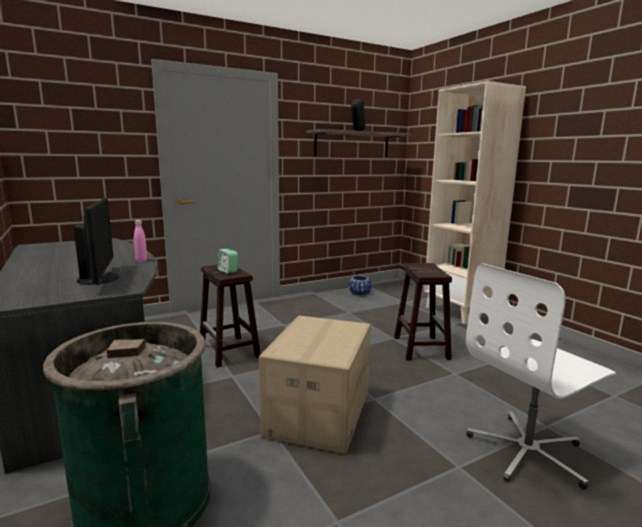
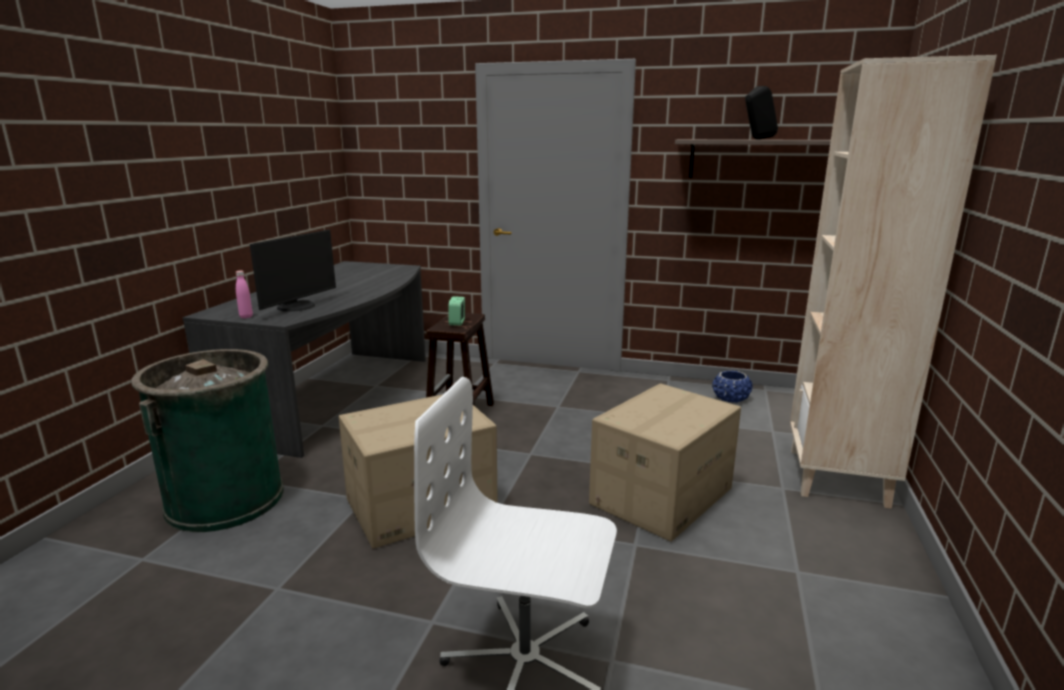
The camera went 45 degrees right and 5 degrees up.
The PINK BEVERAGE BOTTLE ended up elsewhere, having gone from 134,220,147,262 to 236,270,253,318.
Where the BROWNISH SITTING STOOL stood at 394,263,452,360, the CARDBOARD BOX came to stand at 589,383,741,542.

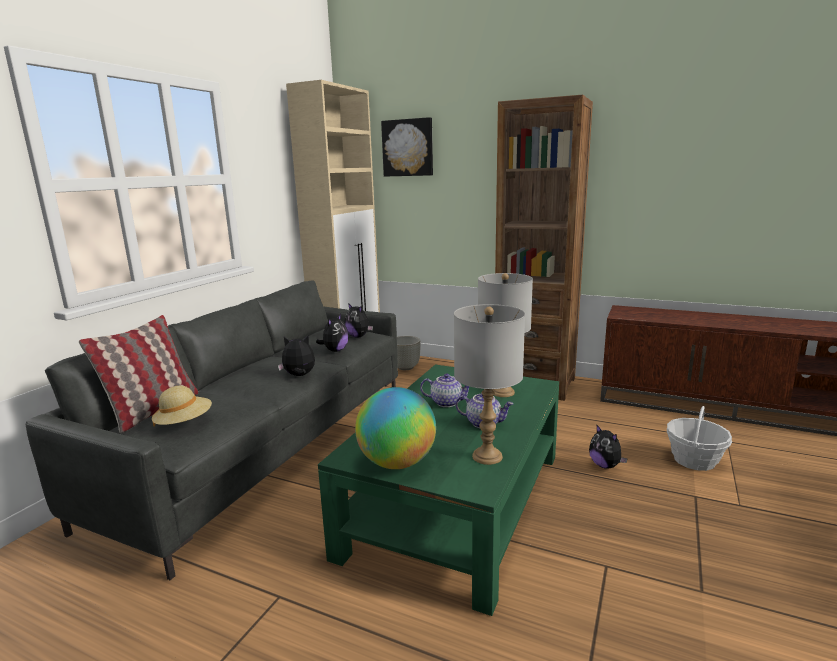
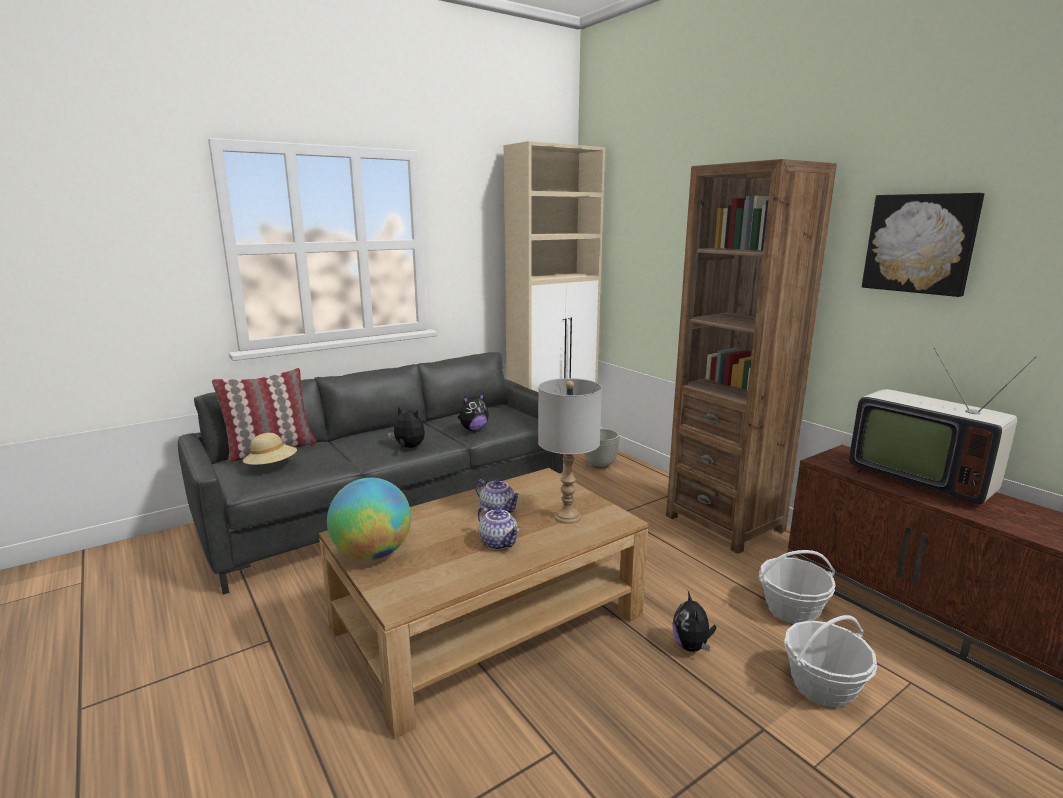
The camera went 30 degrees right and 0 degrees up.
The second view lost the CUDDLY TOY at 344,303,373,338.
The second view lost the GRAY LAMP FOR A TABLE at 454,304,525,465.
The second view gained the HOUSEHOLD BASKET at 758,550,836,624.
The second view gained the TV SET at 849,348,1036,508.
The WALL PICTURE ended up elsewhere, having gone from 381,117,433,177 to 862,193,984,297.
What was the GREEN LOUNGE TABLE at 318,365,559,616 turned into the BROWNISH LOUNGE TABLE at 319,468,648,739.

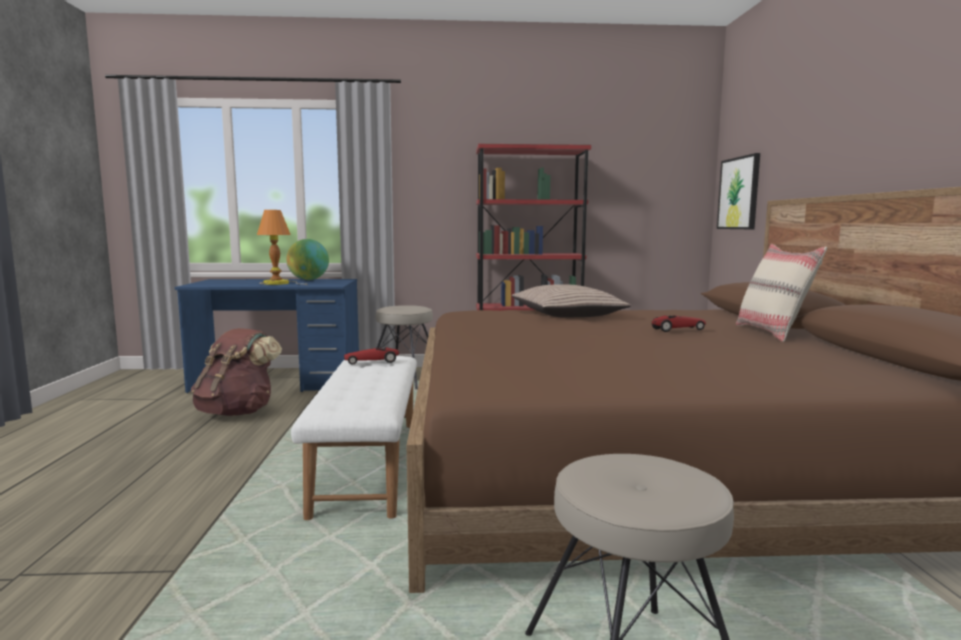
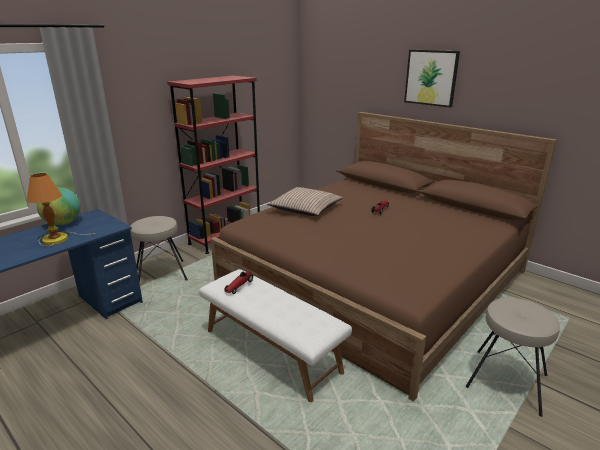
The camera went 45 degrees left and 15 degrees up.
The second view lost the BROWNISH BACKPACK at 191,328,282,416.
The second view lost the BEIGE-COLOURED PILLOW at 736,244,827,342.
The WALL PICTURE ended up elsewhere, having gone from 717,153,760,229 to 404,50,460,108.

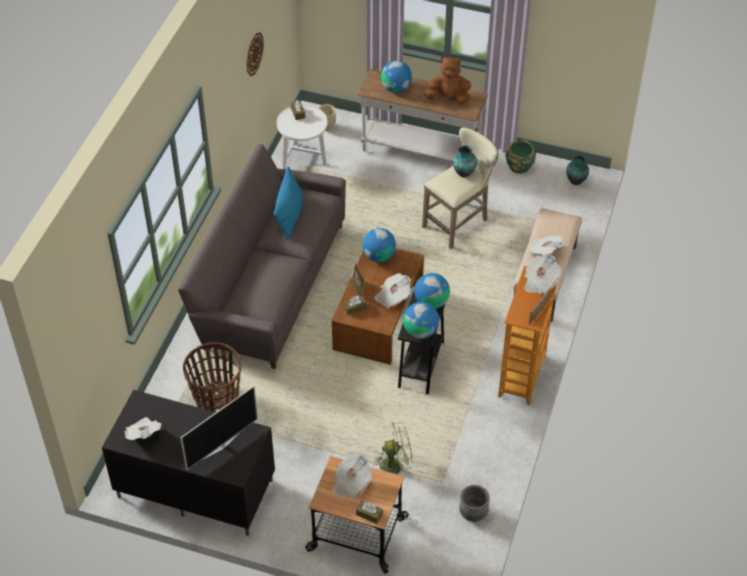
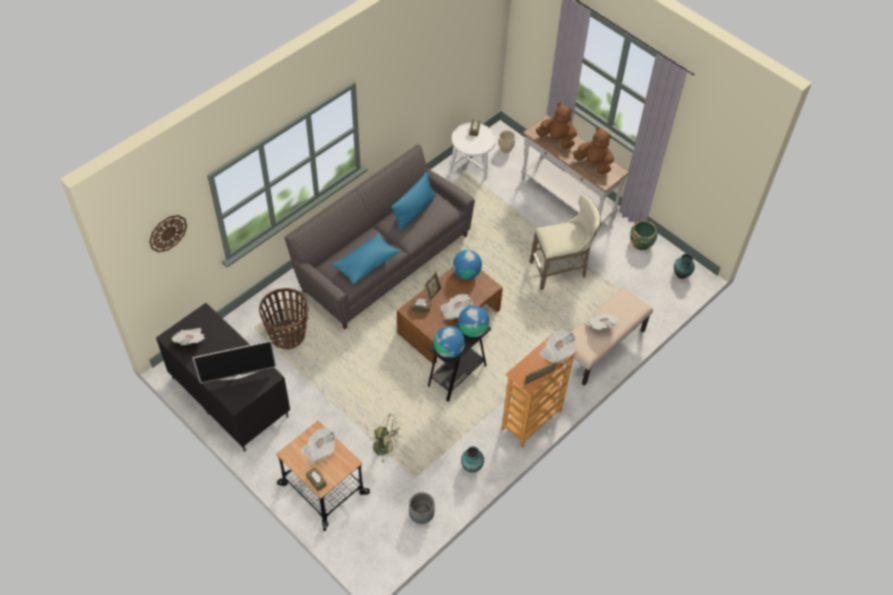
The camera went 25 degrees right and 5 degrees up.
The second view gained the BLUE-COLOURED PILLOW at 333,233,400,285.
The WALL CLOCK ended up elsewhere, having gone from 247,32,264,76 to 149,215,187,252.
The VASE ended up elsewhere, having gone from 453,145,477,178 to 461,446,484,473.
Where the GLOBE stood at 381,61,412,93, the BROWNISH CUDDLY TOY came to stand at 536,103,577,149.

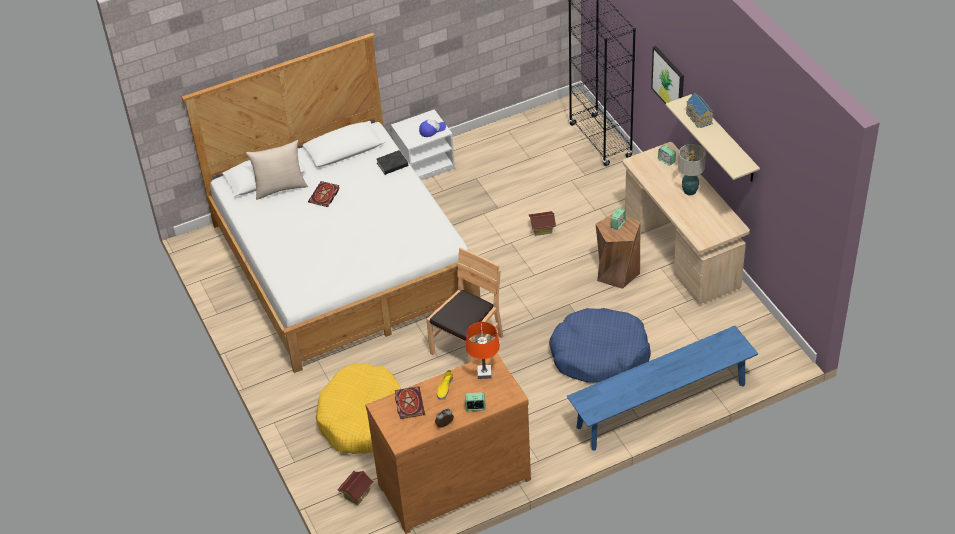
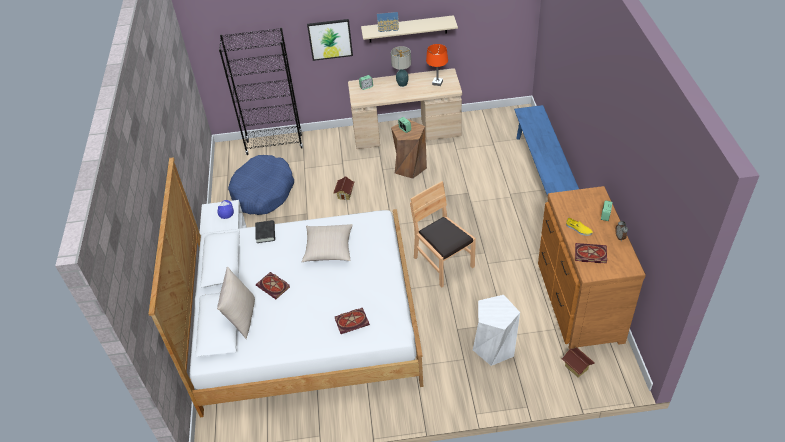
The camera went 70 degrees left and 0 degrees up.
The second view gained the BEIGE-COLOURED PILLOW at 302,224,353,262.
The second view gained the BOUND BOOK at 335,308,370,334.
The ORANGE-COLOURED LAMP FOR A TABLE ended up elsewhere, having gone from 466,322,500,379 to 426,44,448,86.
The BLUE-COLOURED DOG BED ended up elsewhere, having gone from 549,308,651,383 to 228,155,294,215.
Where the YELLOWISH DOG BED stood at 316,364,401,454, the WHITISH SITTING STOOL came to stand at 473,295,520,366.

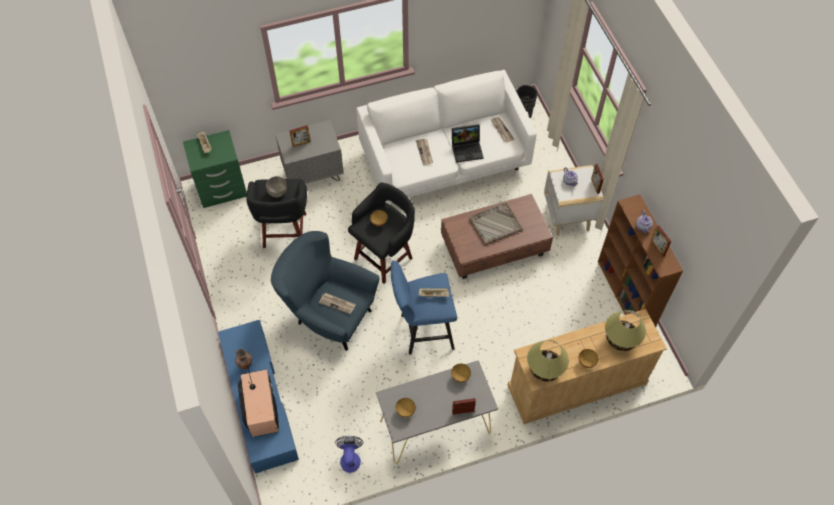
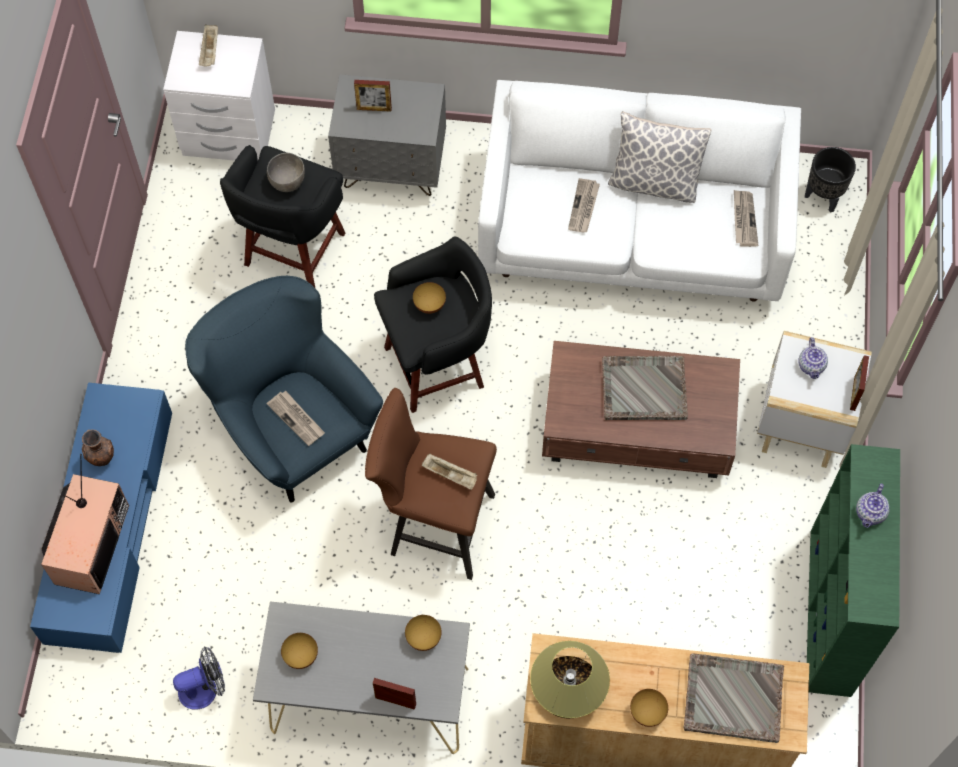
The camera went 25 degrees right and 5 degrees up.
The second view lost the NOTEBOOK COMPUTER at 452,124,484,163.
The second view lost the PHOTO FRAME at 651,225,671,257.
The second view gained the PILLOW at 608,111,711,203.
Where the LAMP FOR A TABLE stood at 605,310,646,351, the GRAY CARRYING TRAY came to stand at 683,653,784,743.
What was the GREEN NIGHTSTAND at 183,130,247,208 turned into the WHITISH NIGHTSTAND at 163,31,275,161.
What was the BLUE-COLOURED SITTING STOOL at 391,260,457,355 turned into the BROWNISH SITTING STOOL at 365,388,497,580.
What was the BROWNISH SHELVING UNIT at 598,194,683,327 turned into the GREEN SHELVING UNIT at 807,444,900,697.
The COOLING FAN at 335,436,364,473 ended up facing another way, 45 degrees clockwise from before.

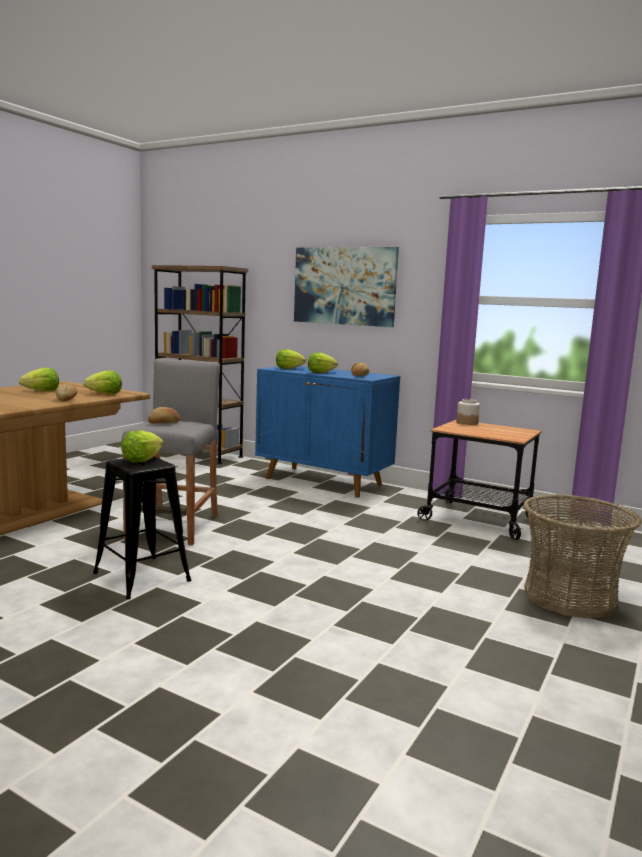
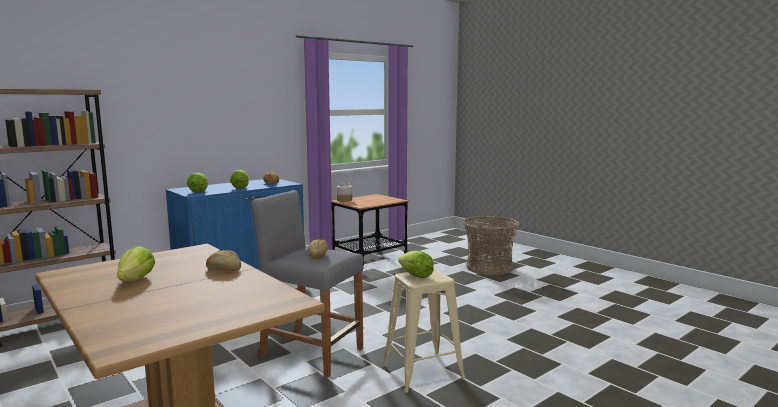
The camera went 70 degrees left and 0 degrees up.
The second view lost the LETTUCE HEAD at 83,371,122,394.
The second view lost the WALL PICTURE at 294,247,399,327.
What was the BLACK-COLOURED SITTING STOOL at 93,457,191,599 turned into the BEIGE-COLOURED SITTING STOOL at 382,269,466,393.

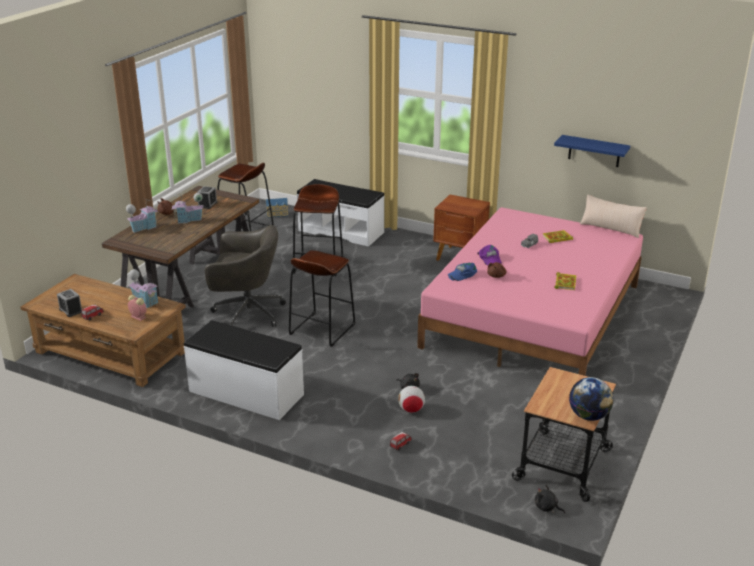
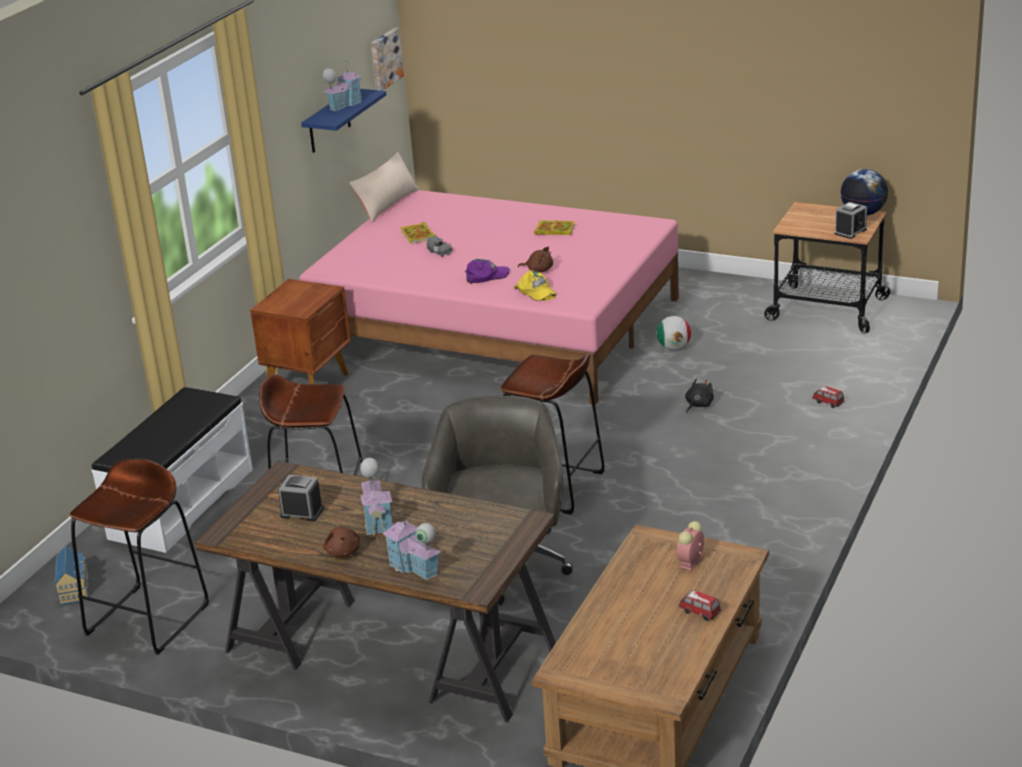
The camera went 90 degrees left and 0 degrees up.
The second view lost the WHITISH INDOOR BENCH at 184,320,304,420.
The second view lost the BLACK-COLOURED CUDDLY TOY at 535,485,565,514.
The second view gained the WALL PICTURE at 371,28,404,91.
The BEDSIDE CLOCK ended up elsewhere, having gone from 57,289,82,317 to 835,202,867,239.
The MINIATURE HOUSE ended up elsewhere, having gone from 128,269,158,308 to 322,60,362,111.
The BALL FOR FOOTBALL ended up elsewhere, having gone from 398,386,425,413 to 657,316,691,350.
What was the BLUE-COLOURED PEAKED CAP at 448,262,477,281 turned into the YELLOWISH PEAKED CAP at 514,270,557,301.

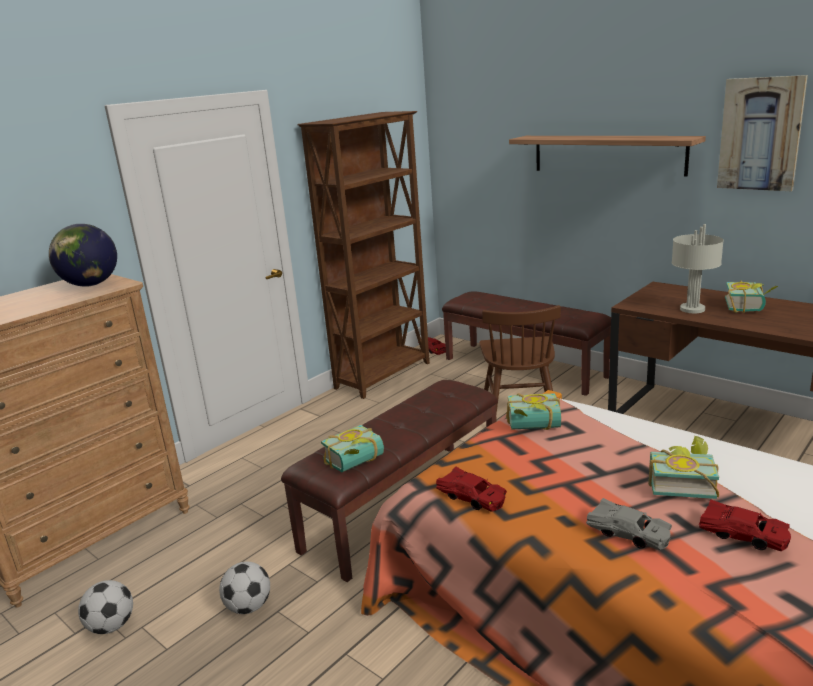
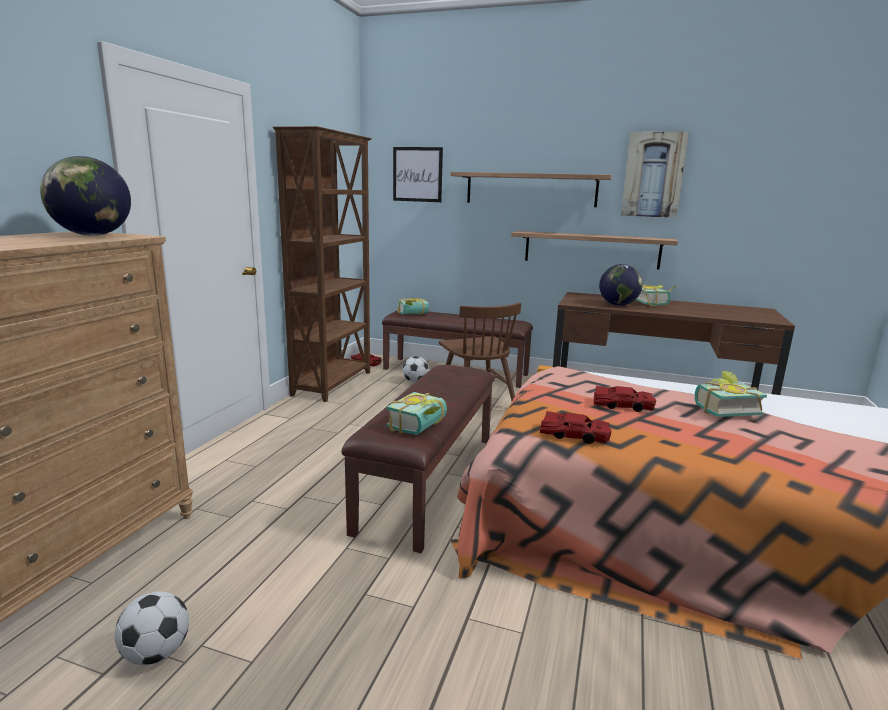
The camera went 25 degrees left and 5 degrees down.
The second view lost the GRAY TOY CAR at 586,498,672,550.
The second view gained the WALL PICTURE at 393,147,443,202.
The second view gained the BRACKET SHELF at 511,231,678,269.
The BALL FOR FOOTBALL ended up elsewhere, having gone from 219,562,270,614 to 402,356,429,383.
The BOUND BOOK ended up elsewhere, having gone from 506,393,561,430 to 397,298,429,314.
The RED TOY CAR ended up elsewhere, having gone from 699,500,791,551 to 594,386,656,412.
Where the GRAY LAMP FOR A TABLE stood at 672,224,724,313, the GLOBE came to stand at 599,264,643,306.

